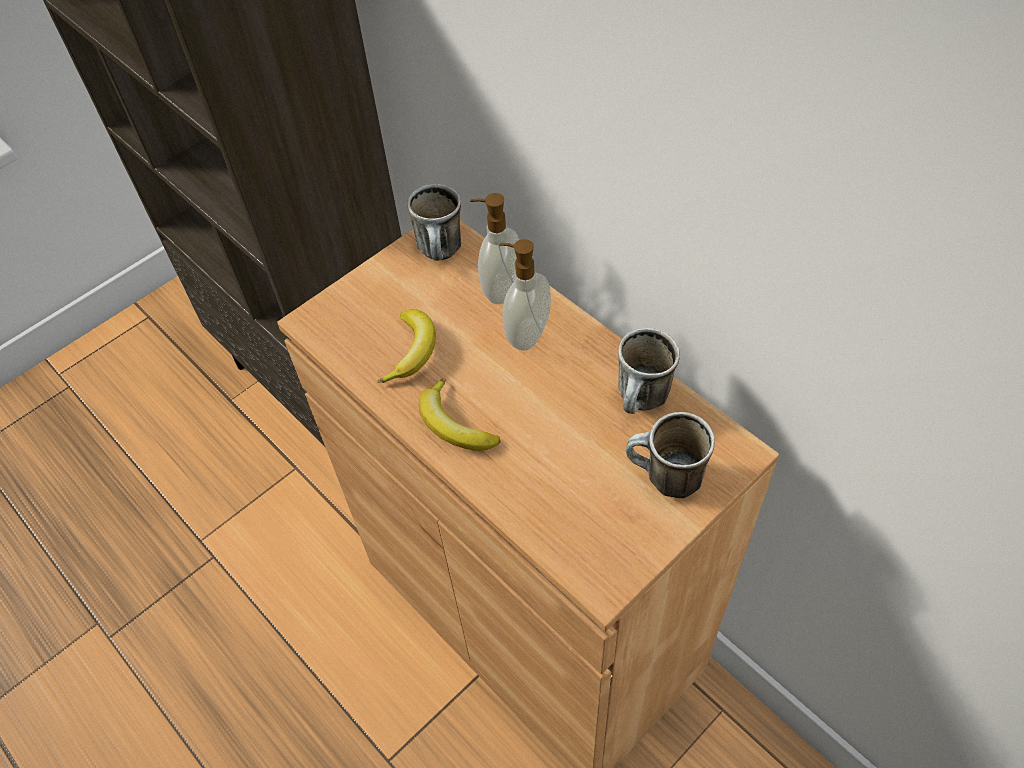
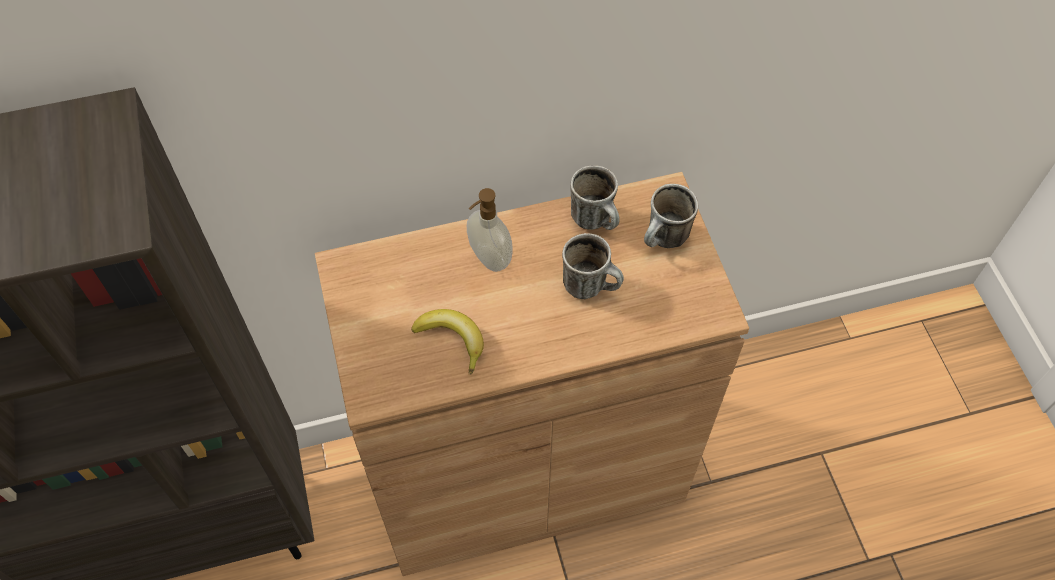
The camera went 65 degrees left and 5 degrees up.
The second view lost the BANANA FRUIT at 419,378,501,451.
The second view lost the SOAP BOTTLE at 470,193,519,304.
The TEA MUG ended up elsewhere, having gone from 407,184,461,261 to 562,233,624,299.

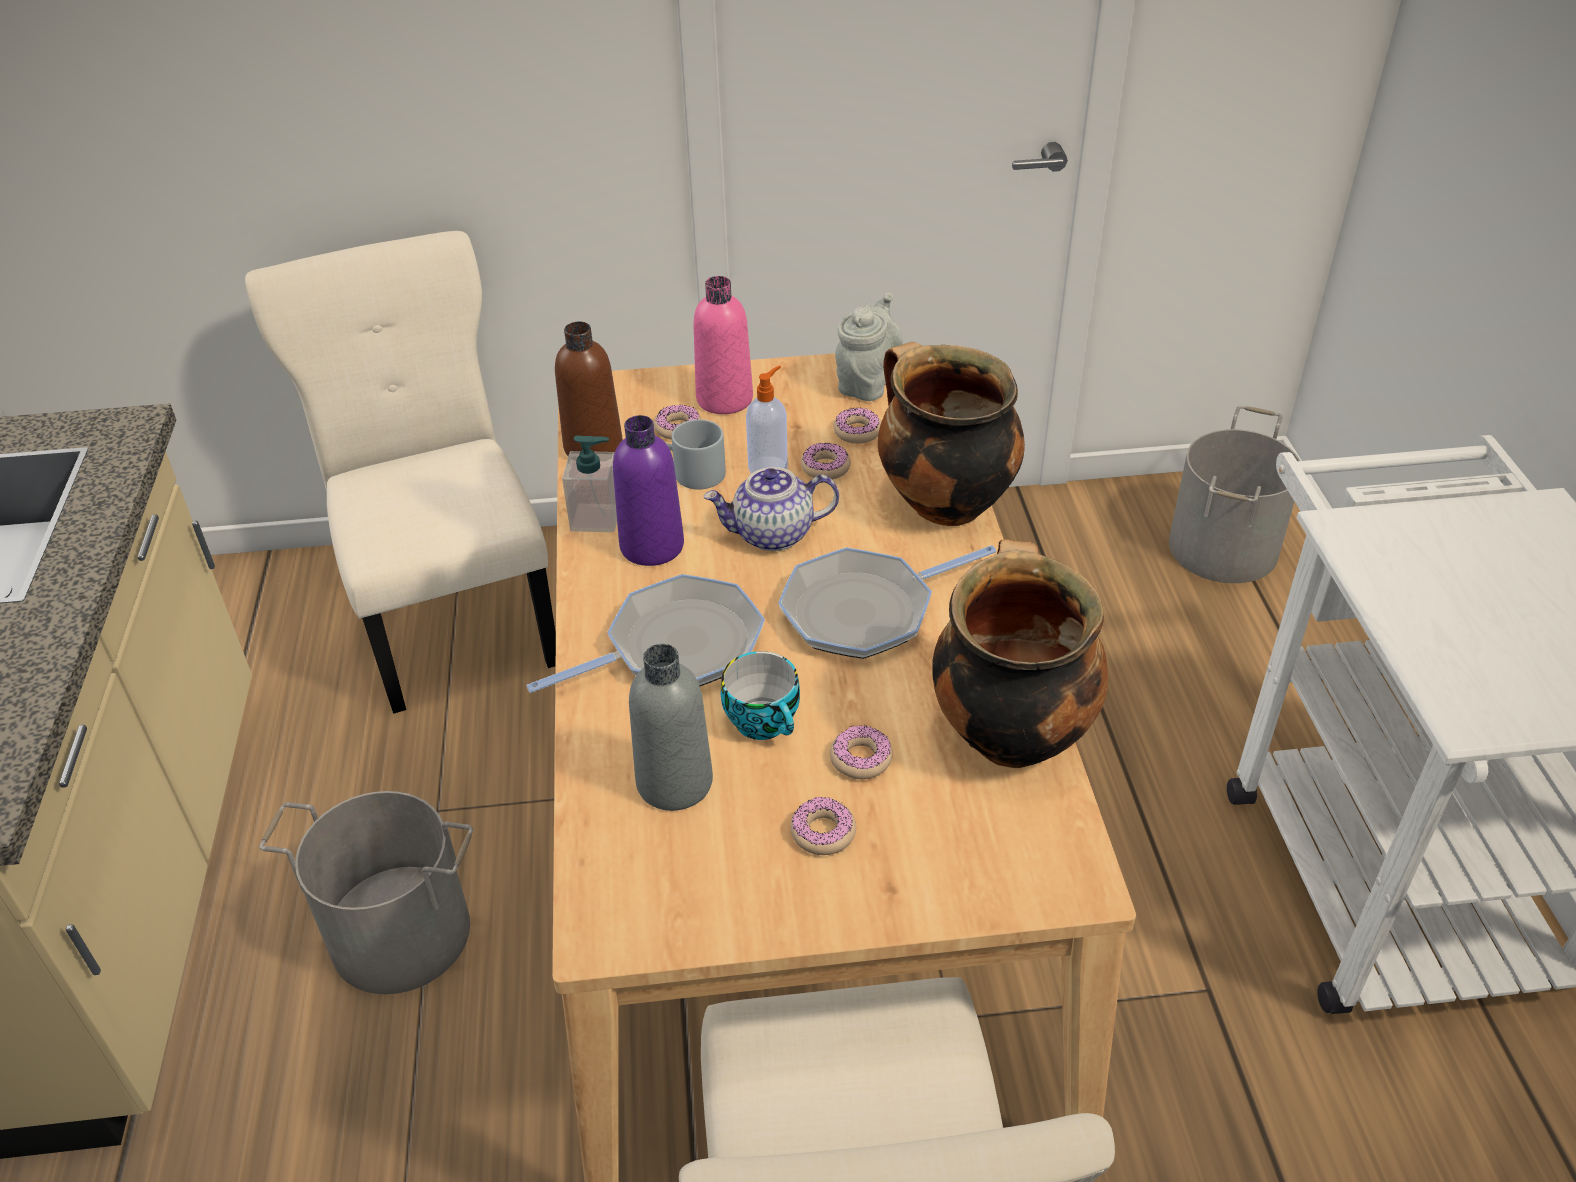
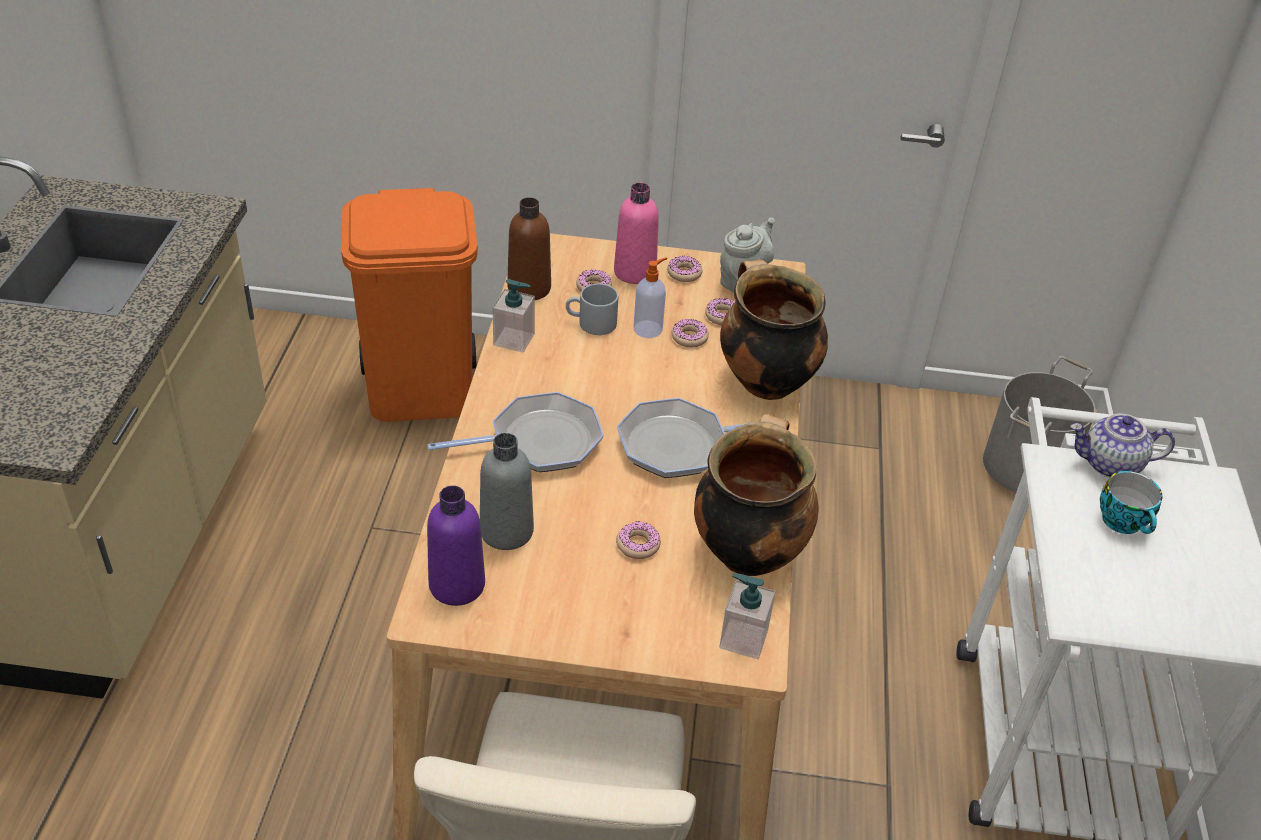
The camera went 10 degrees right and 0 degrees up.
The second view lost the GRAY WATER BUCKET at 259,791,473,994.
The second view gained the SOAP BOTTLE at 719,573,775,659.
The PURPLE BEVERAGE BOTTLE ended up elsewhere, having gone from 613,415,684,566 to 427,486,485,606.
The POT FOR TEA ended up elsewhere, having gone from 704,467,839,551 to 1071,413,1175,478.
The SMALL CUP ended up elsewhere, having gone from 721,651,800,740 to 1100,471,1163,534.
The RING DOUGHNUT ended up elsewhere, having gone from 790,797,856,855 to 667,256,702,282.
Where the BEIGE-COLOURED UPRIGHT CHAIR stood at 245,231,556,714, the ORANGE-COLOURED RUBBISH BIN came to stand at 341,188,478,422.

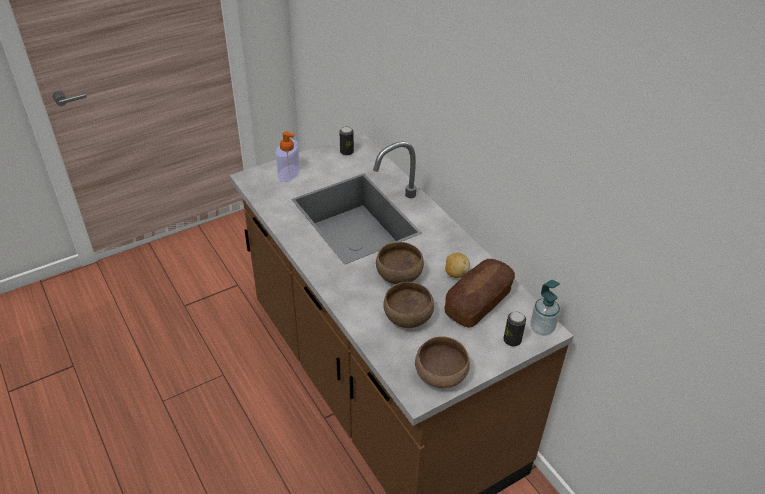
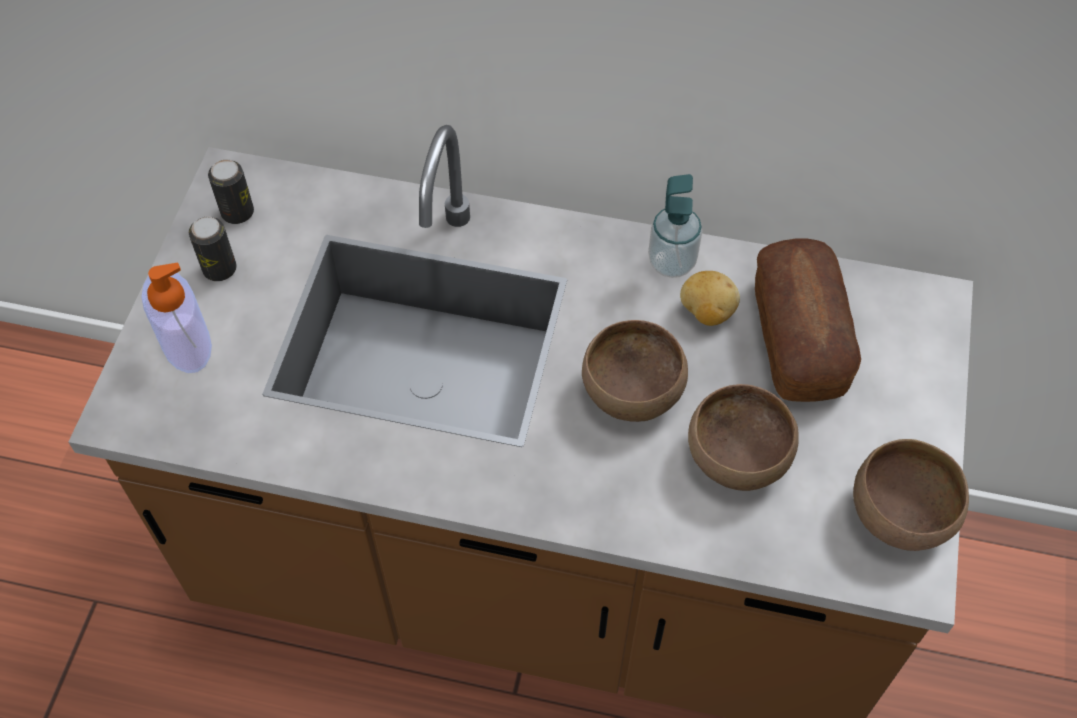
The camera went 45 degrees left and 15 degrees up.
The SEALED CAN ended up elsewhere, having gone from 504,311,526,347 to 189,216,237,281.
The SOAP BOTTLE ended up elsewhere, having gone from 530,280,560,336 to 648,174,702,278.

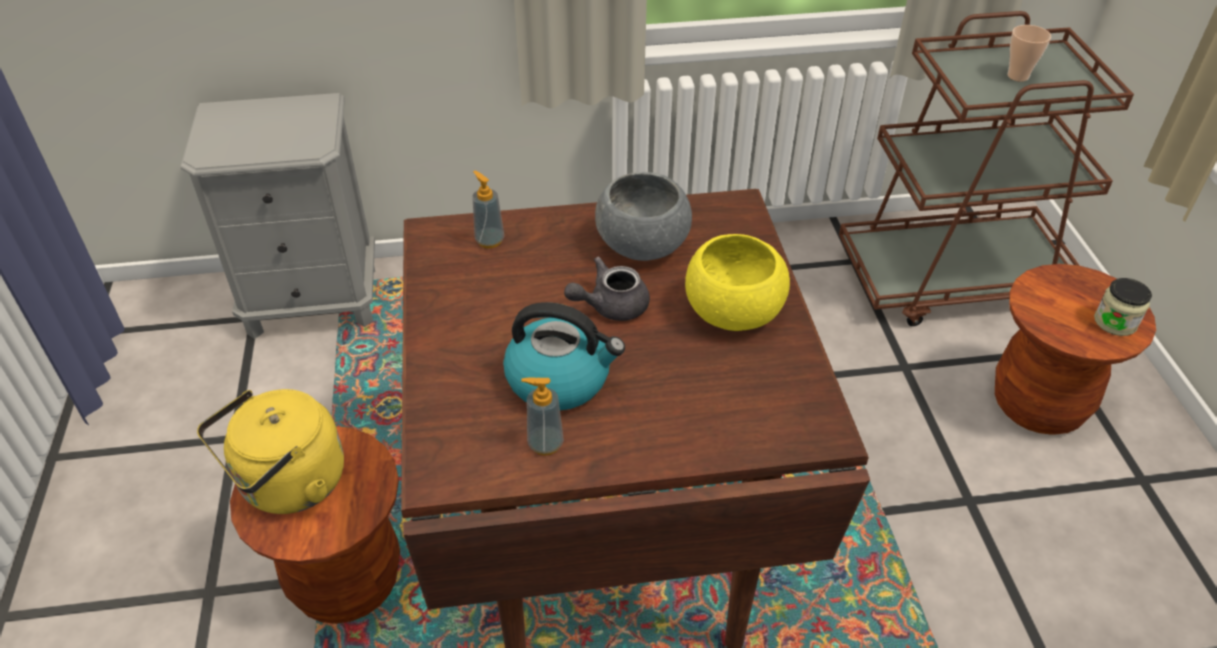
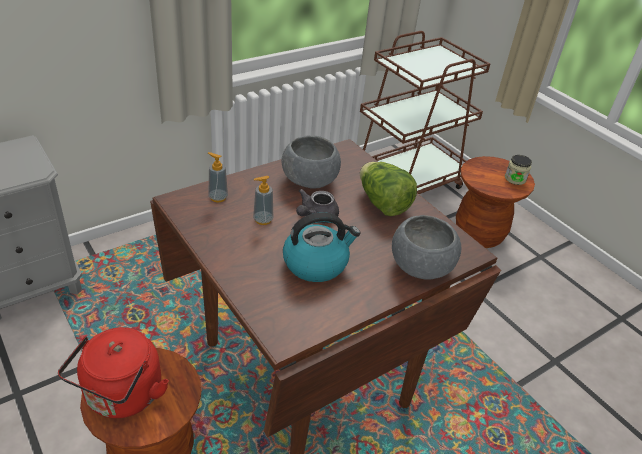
The camera went 30 degrees left and 5 degrees down.
The second view lost the SMALL CUP at 1007,25,1051,82.
The second view gained the GRAY SERVING BOWL at 392,215,461,280.
The SOAP BOTTLE ended up elsewhere, having gone from 521,378,564,456 to 253,176,273,225.
Where the YELLOWISH SERVING BOWL stood at 685,234,790,331, the LETTUCE HEAD came to stand at 360,162,417,216.
What was the YELLOWISH KETTLE at 197,389,344,514 turned into the RED KETTLE at 58,327,169,418.

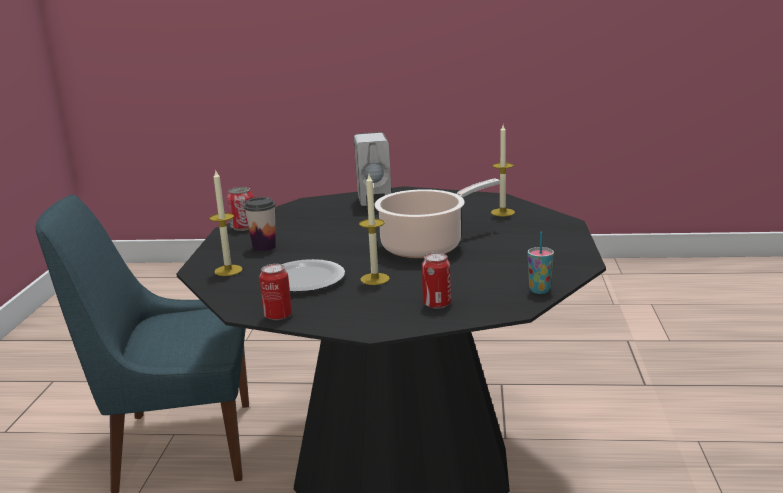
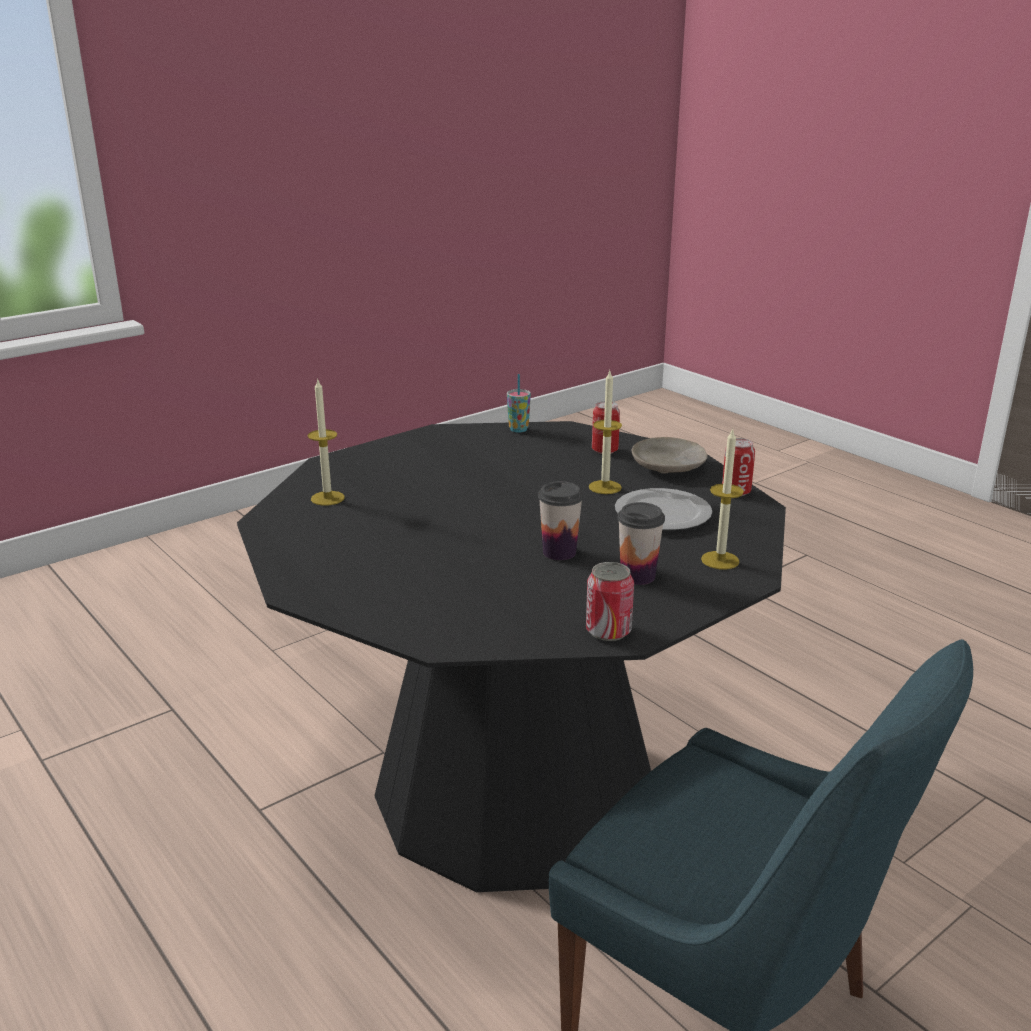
The camera went 135 degrees left and 5 degrees up.
The second view lost the WHITISH SOAP BOTTLE at 354,132,391,209.
The second view lost the COOKING POT at 374,178,500,258.
The second view gained the SMALL CUP at 538,481,583,560.
The second view gained the BEIGE-COLOURED DINNER PLATE at 632,437,708,474.

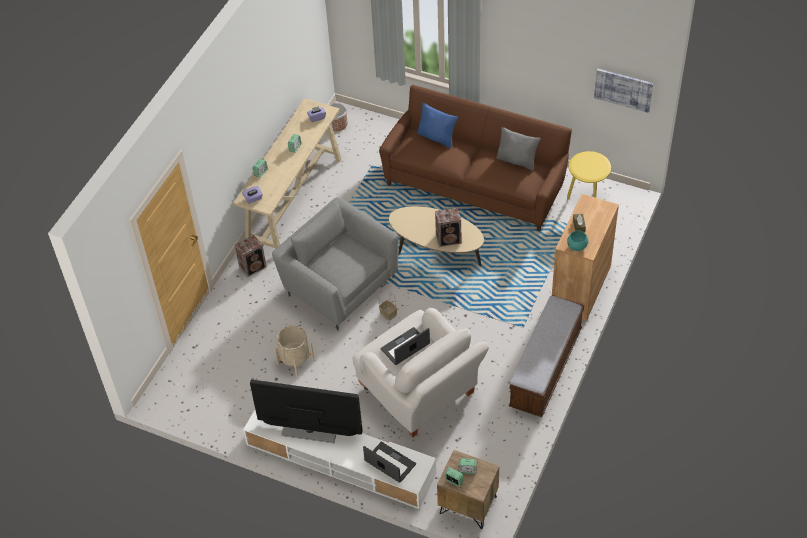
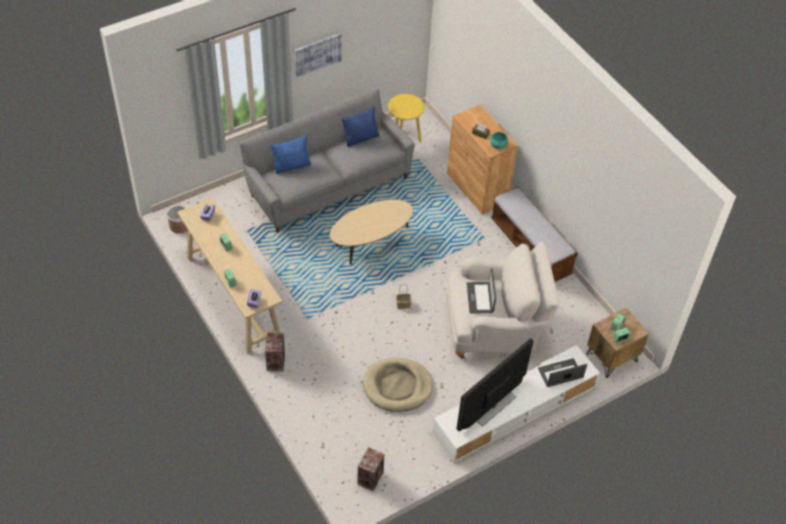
The camera went 60 degrees left and 0 degrees up.
The second view lost the GRAY EASY CHAIR at 272,197,398,330.
The SPEAKER ended up elsewhere, having gone from 435,207,461,247 to 357,447,385,491.
The WALL PICTURE ended up elsewhere, having gone from 594,69,653,113 to 295,33,342,77.
Where the BEIGE-COLOURED PLANT POT stood at 274,325,314,377, the BEIGE-COLOURED DOG BED came to stand at 363,358,433,412.
What was the BROWNISH SOFA at 379,85,572,231 turned into the GRAY SOFA at 239,89,415,233.
What was the GRAY PILLOW at 496,127,541,170 turned into the BLUE-COLOURED PILLOW at 342,107,379,147.

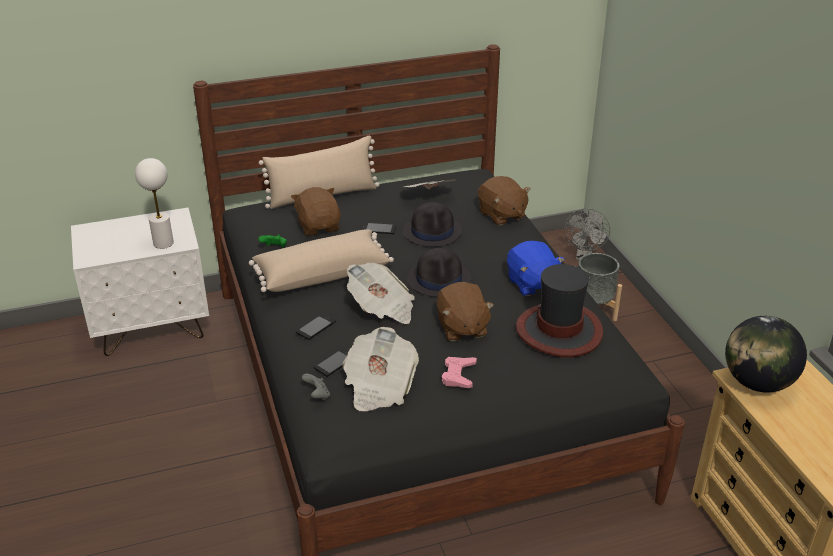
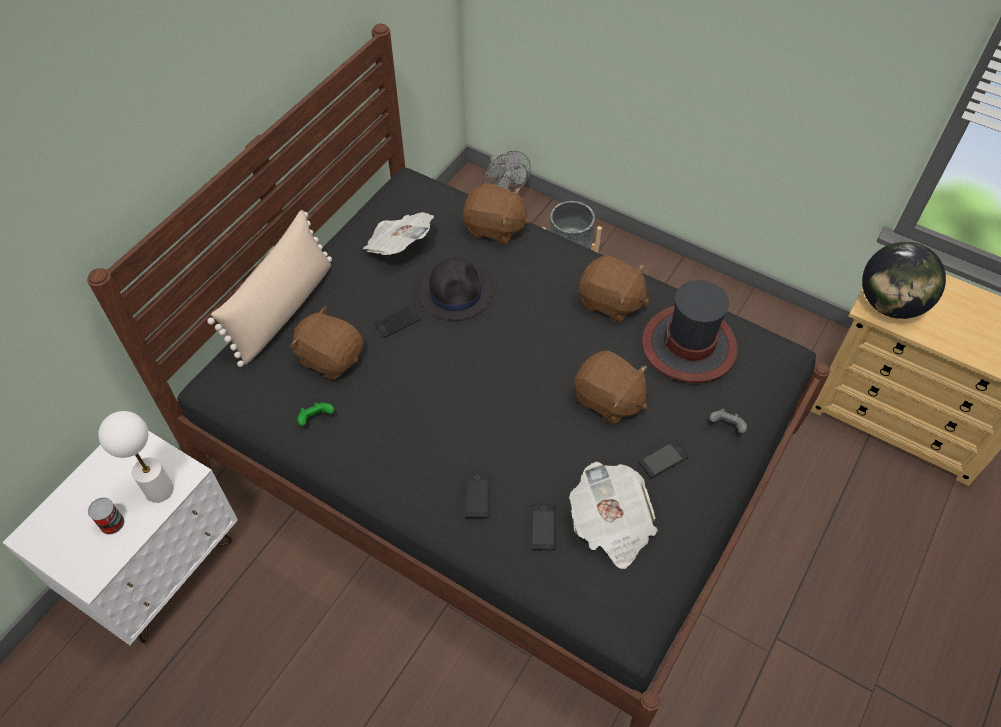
The camera went 40 degrees left and 20 degrees up.
The second view lost the BEIGE-COLOURED PILLOW at 249,229,394,292.
The second view lost the NEWSPAPER at 347,263,415,324.
The second view lost the BLACK-COLOURED HAT at 407,248,471,297.
The second view gained the SEALED CAN at 88,498,124,534.
The GRAY GAMEPAD ended up elsewhere, having gone from 302,374,330,401 to 710,409,747,433.
Where the PINK GAMEPAD stood at 442,357,477,388, the TELEPHONE came to stand at 638,440,688,478.
What was the BLUE-COLOURED CUDDLY TOY at 507,241,565,296 turned into the BROWNISH CUDDLY TOY at 579,255,649,323.

